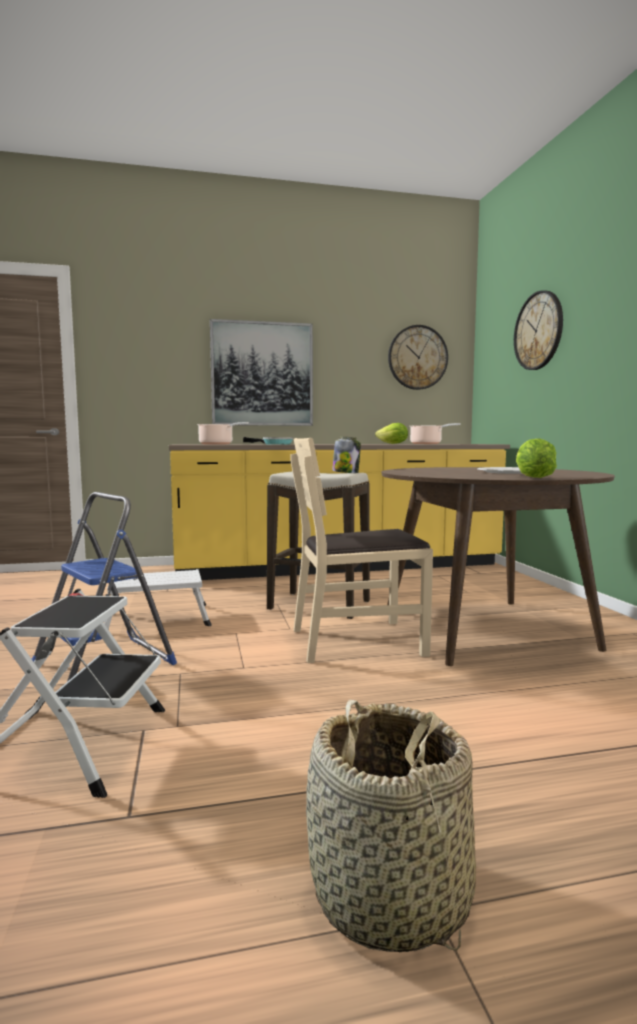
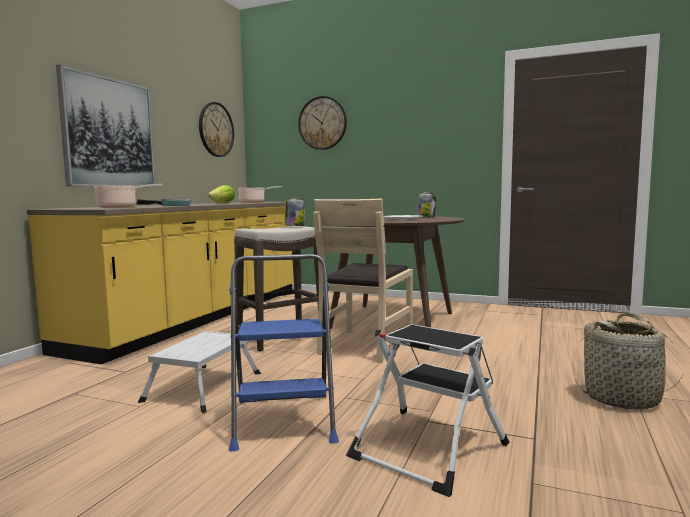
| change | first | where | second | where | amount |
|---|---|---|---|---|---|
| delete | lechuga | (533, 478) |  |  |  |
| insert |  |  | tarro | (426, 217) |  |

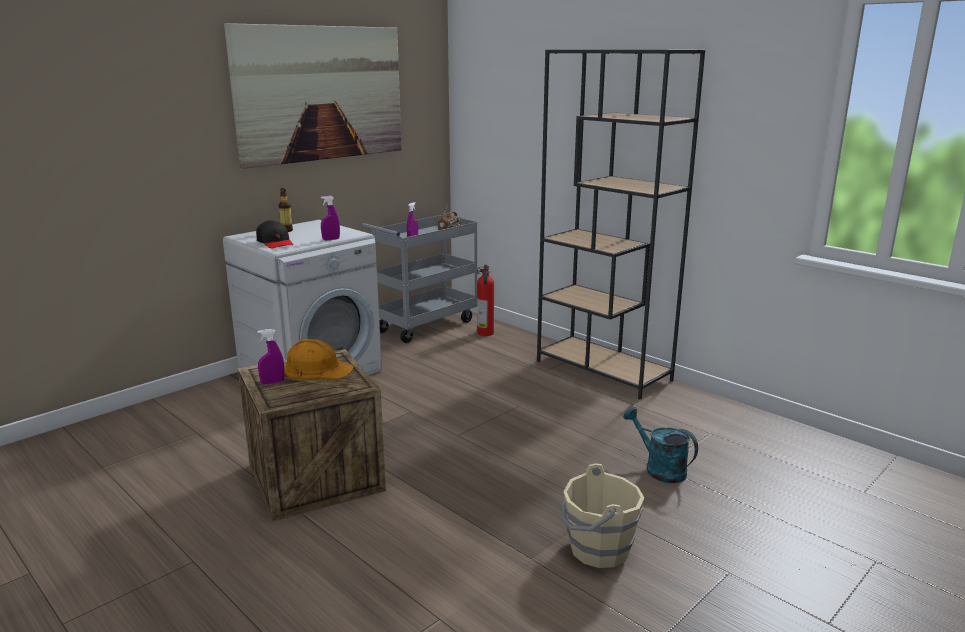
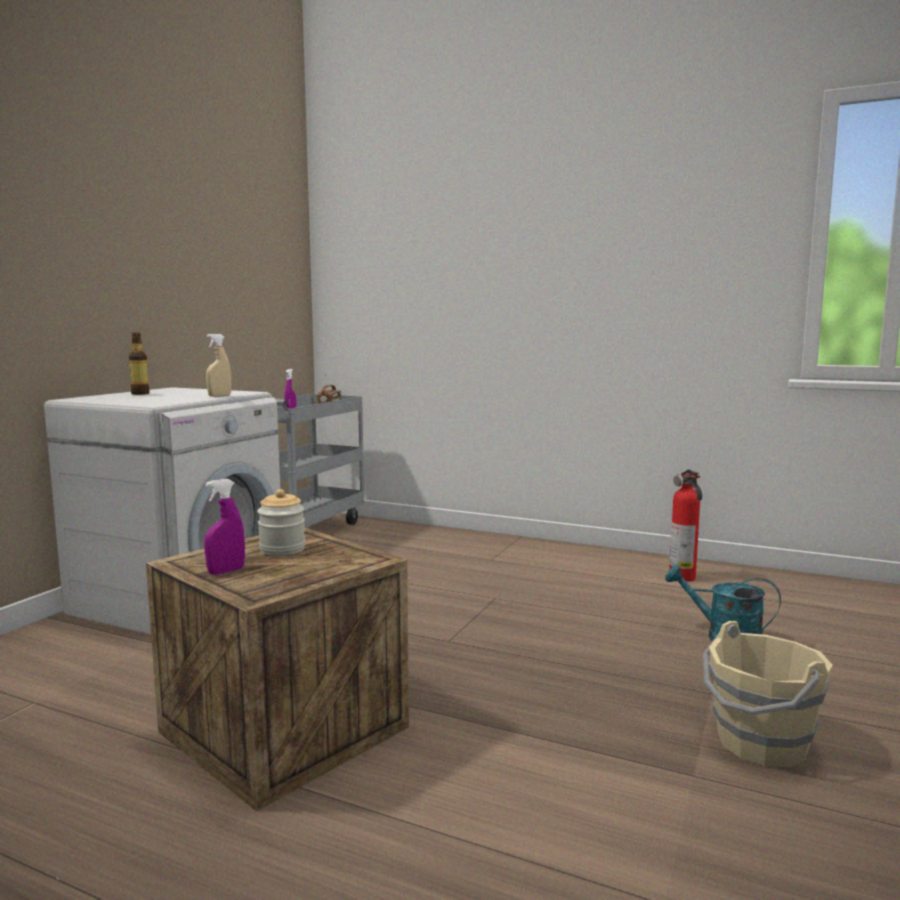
| change | first | where | second | where | amount |
|---|---|---|---|---|---|
| delete | cuadro | (320, 93) |  |  |  |
| delete | gorra (negro) | (275, 242) |  |  |  |
| delete | estantería | (604, 370) |  |  |  |
| move | extintor | (485, 333) |  | (683, 577) |  |
| replace | casco (naranja) | (317, 369) | tarro | (282, 549) |  |
| recolor | pulverizador (morado) | (331, 239) | pulverizador (beis) | (219, 396) |  |

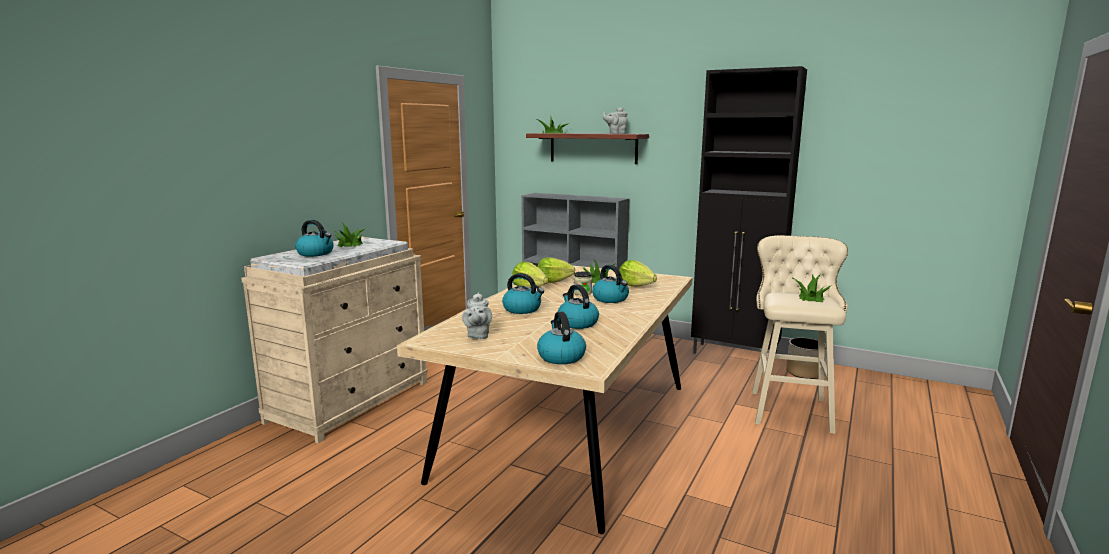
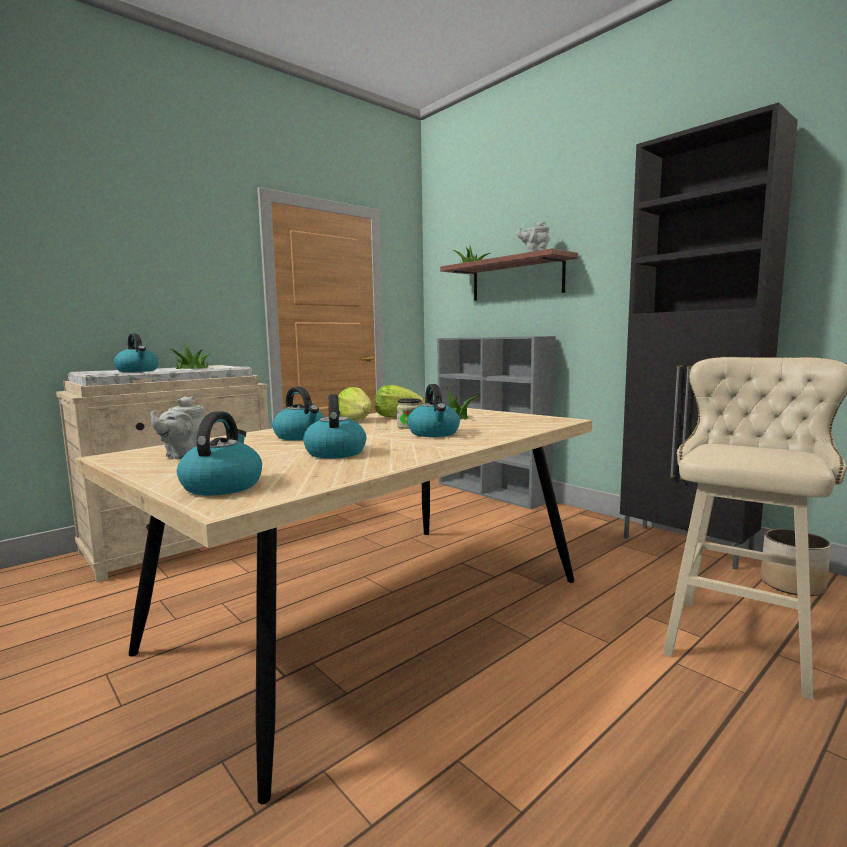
| change | first | where | second | where | amount |
|---|---|---|---|---|---|
| delete | lechuga | (636, 285) |  |  |  |
| delete | planta en maceta | (811, 298) |  |  |  |

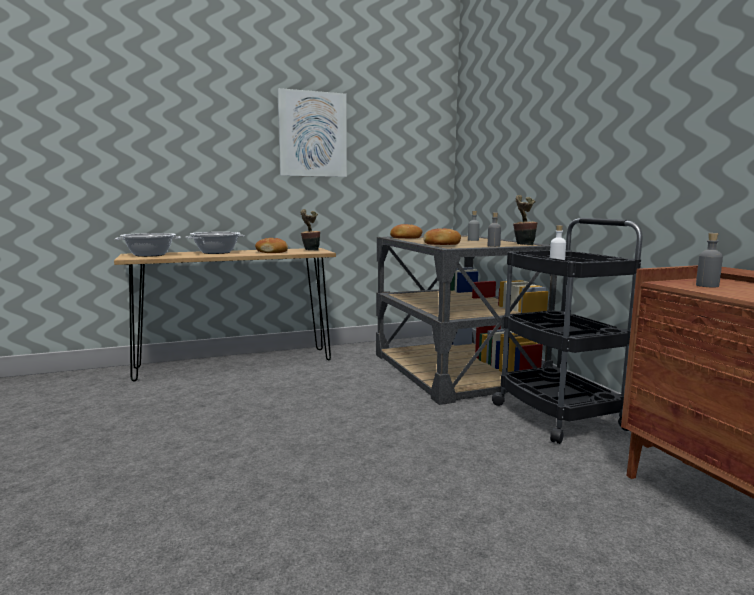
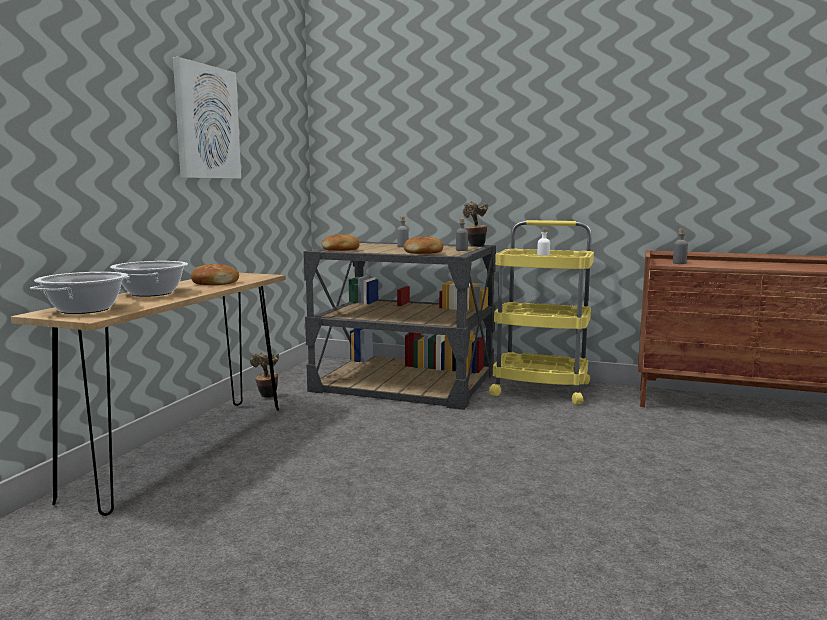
| change | first | where | second | where | amount |
|---|---|---|---|---|---|
| move | planta en maceta | (310, 250) |  | (267, 397) |  |
| recolor | carrito (negro) | (556, 416) | carrito (amarillo) | (540, 389) |  |

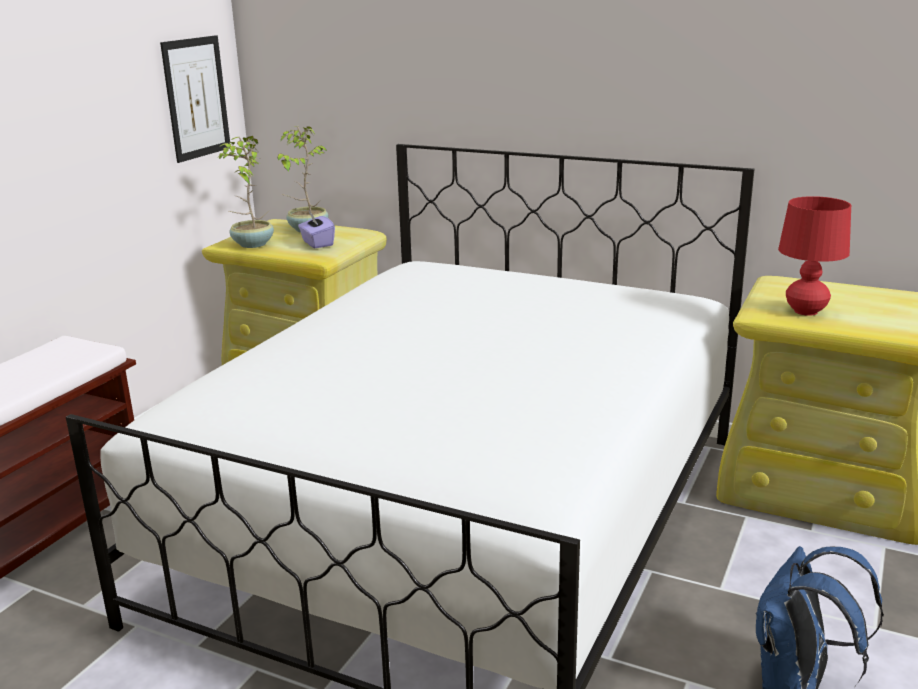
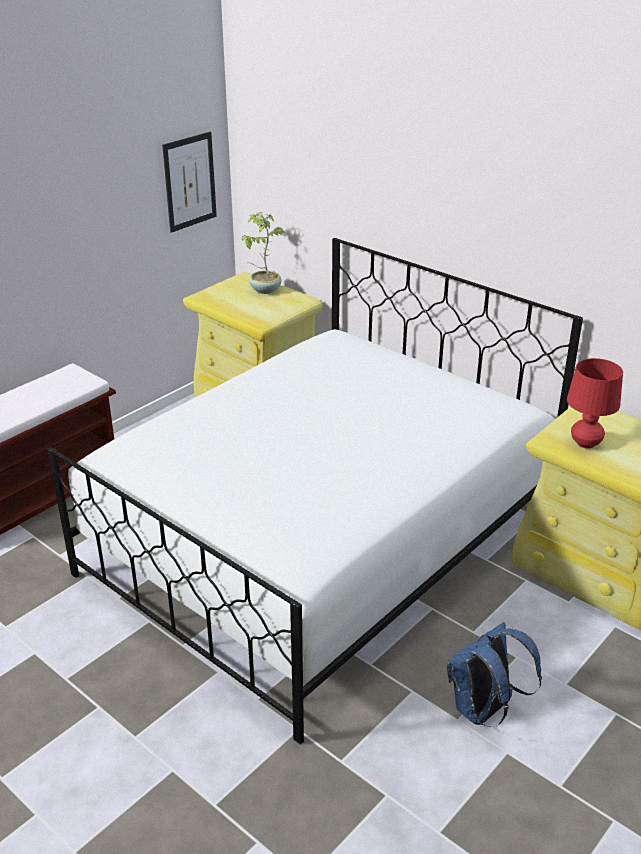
| change | first | where | second | where | amount |
|---|---|---|---|---|---|
| delete | planta en maceta | (252, 244) |  |  |  |
| delete | caja de pañuelos (morado) | (317, 243) |  |  |  |

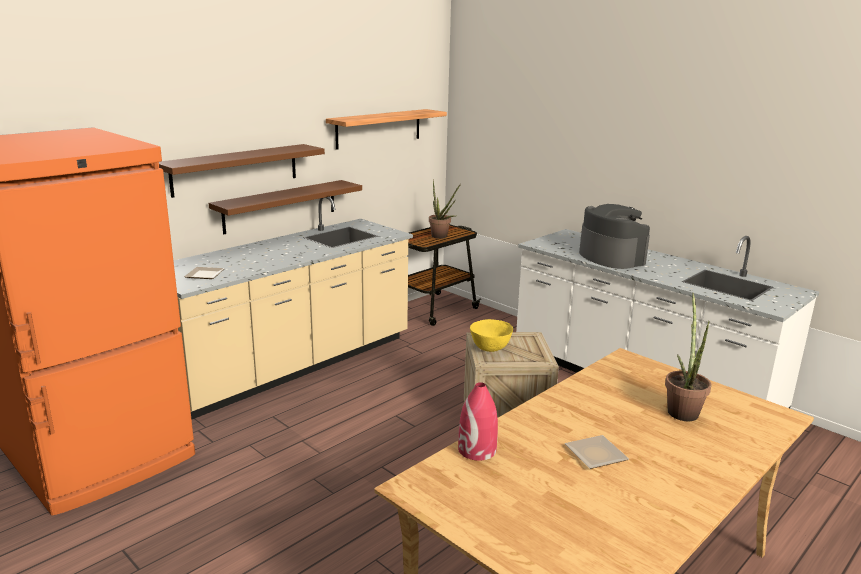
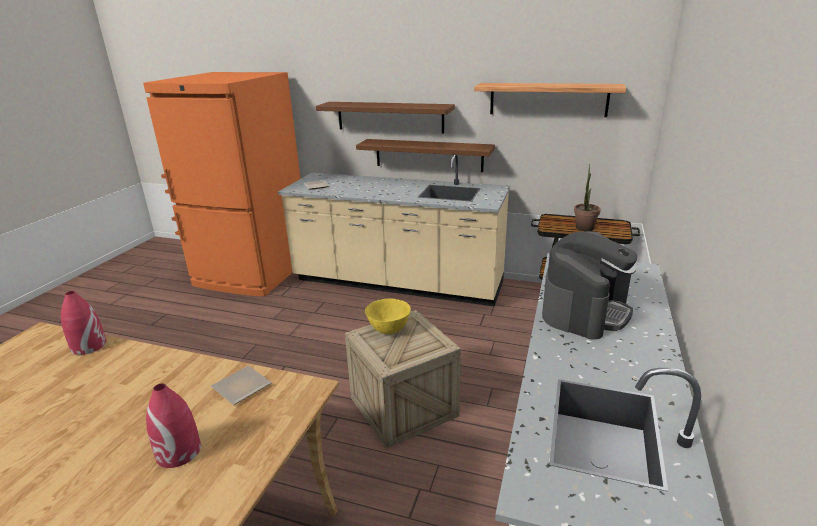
| change | first | where | second | where | amount |
|---|---|---|---|---|---|
| move | plato | (593, 454) |  | (242, 386) |  |
| replace | planta en maceta | (682, 410) | florero (rojo) | (179, 452) |  |

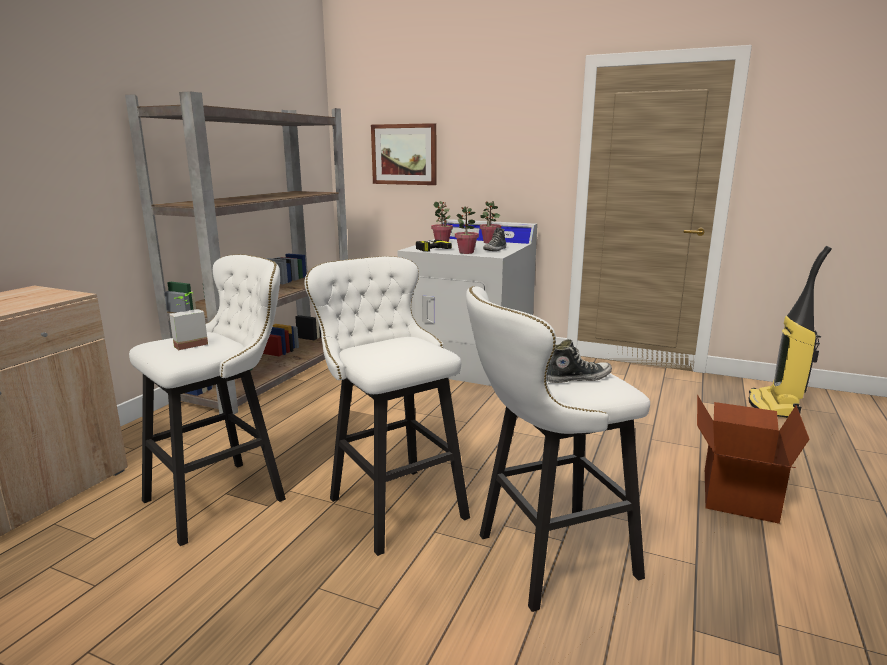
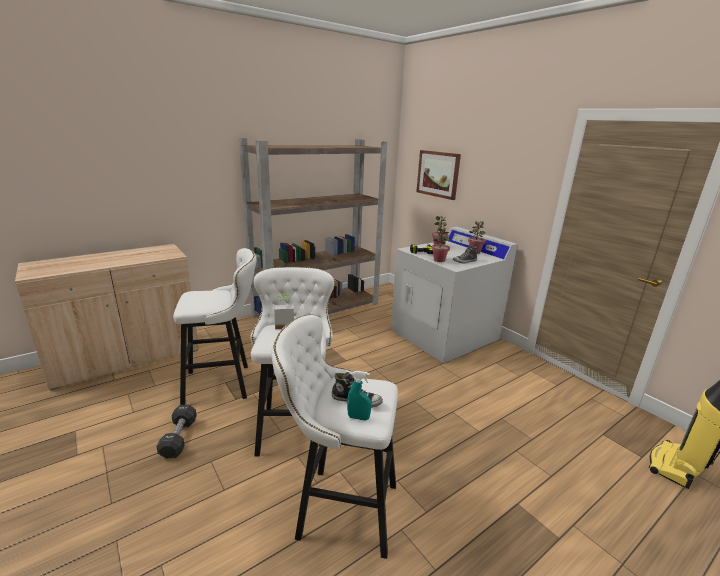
| change | first | where | second | where | amount |
|---|---|---|---|---|---|
| delete | caja de cartón | (736, 494) |  |  |  |
| insert |  |  | mancuerna (negro) | (179, 438) |  |
| insert |  |  | pulverizador (turquesa) | (358, 417) |  |
| move | planta en maceta | (189, 344) |  | (284, 325) |  |

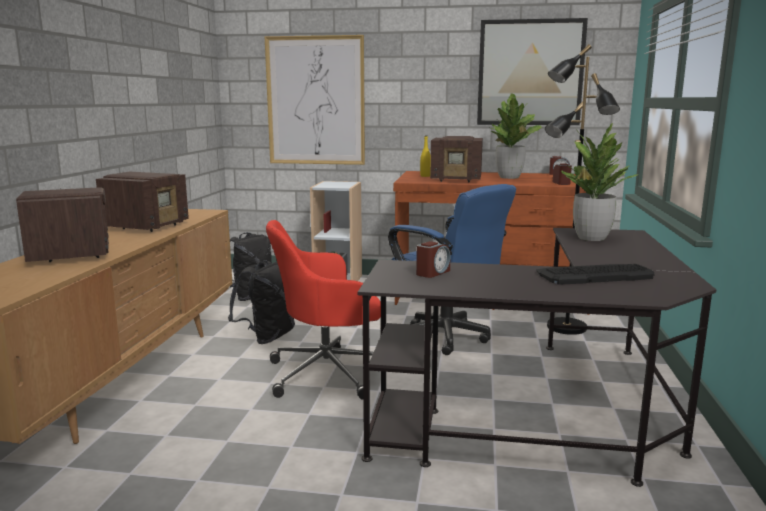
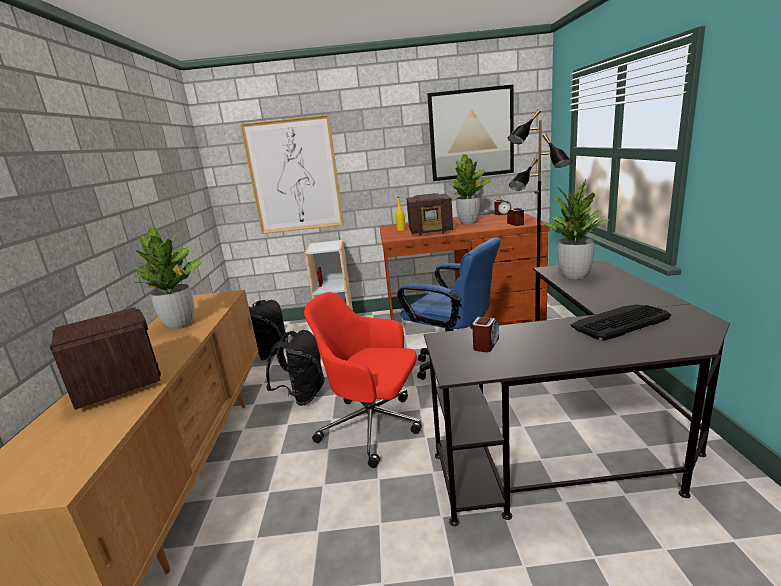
| change | first | where | second | where | amount |
|---|---|---|---|---|---|
| replace | radio | (148, 226) | planta en maceta | (180, 325) |  |
| rotate | silla de oficina (rojo) | (328, 373) |  | (373, 427) | 45 degrees clockwise |

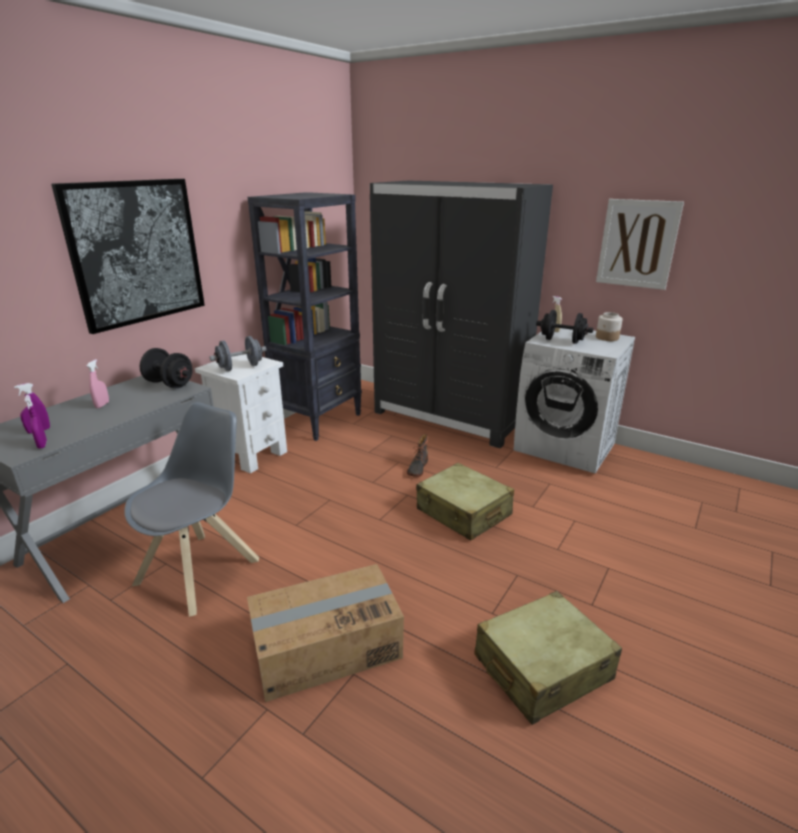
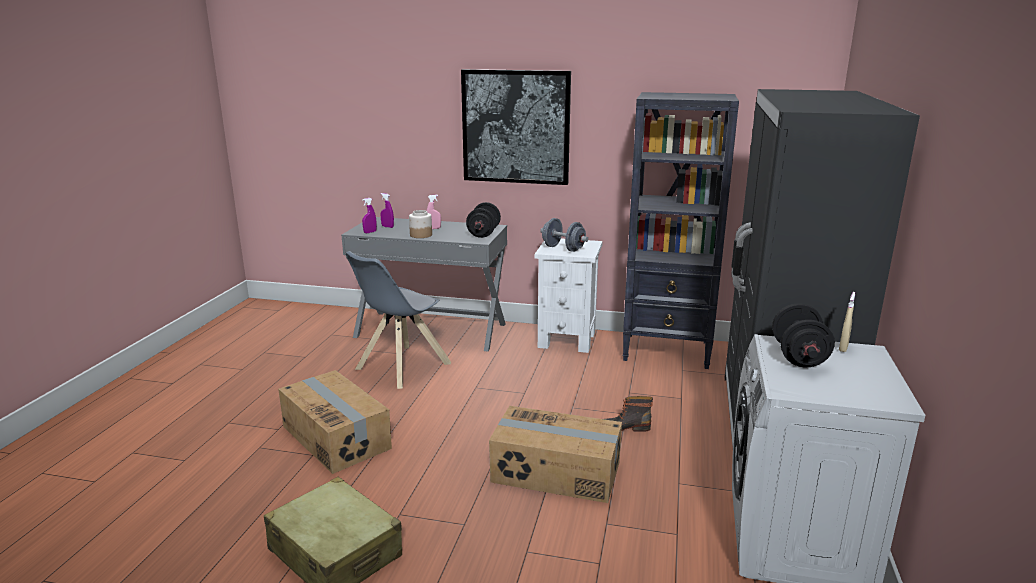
| change | first | where | second | where | amount |
|---|---|---|---|---|---|
| delete | cuadro | (637, 244) |  |  |  |
| move | tarro | (607, 338) |  | (420, 235) |  |
| replace | maleta (beis) | (463, 512) | caja de cartón | (556, 473) |  |
| rotate | silla (gris) | (201, 570) |  | (401, 367) | 120 degrees clockwise |

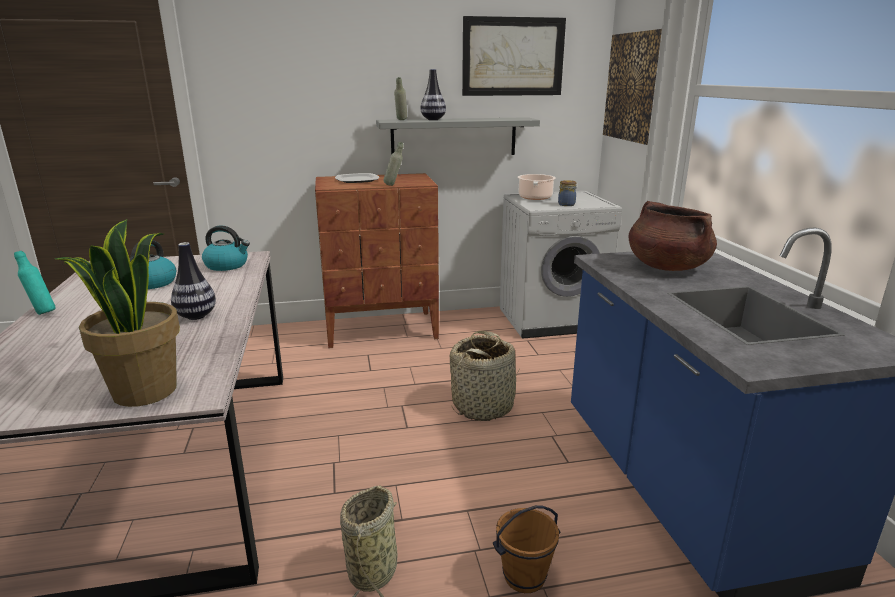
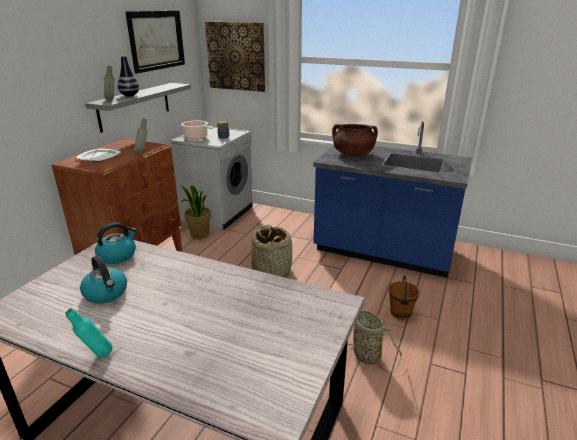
| change | first | where | second | where | amount |
|---|---|---|---|---|---|
| delete | florero | (196, 316) |  |  |  |
| move | planta en maceta | (144, 391) |  | (199, 234) |  |

